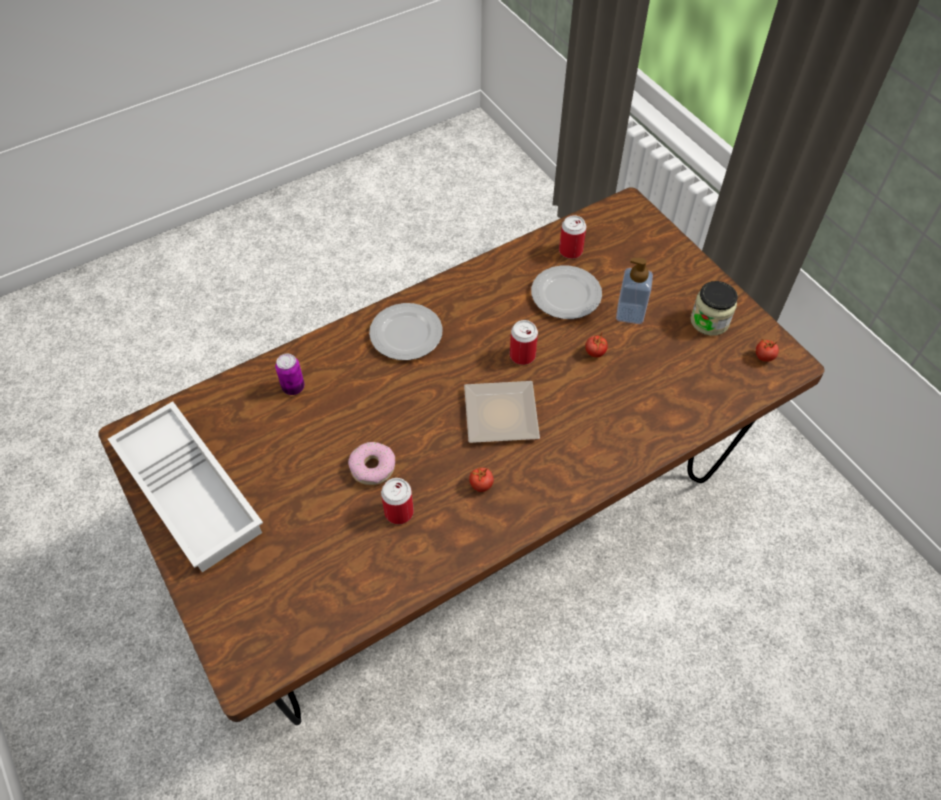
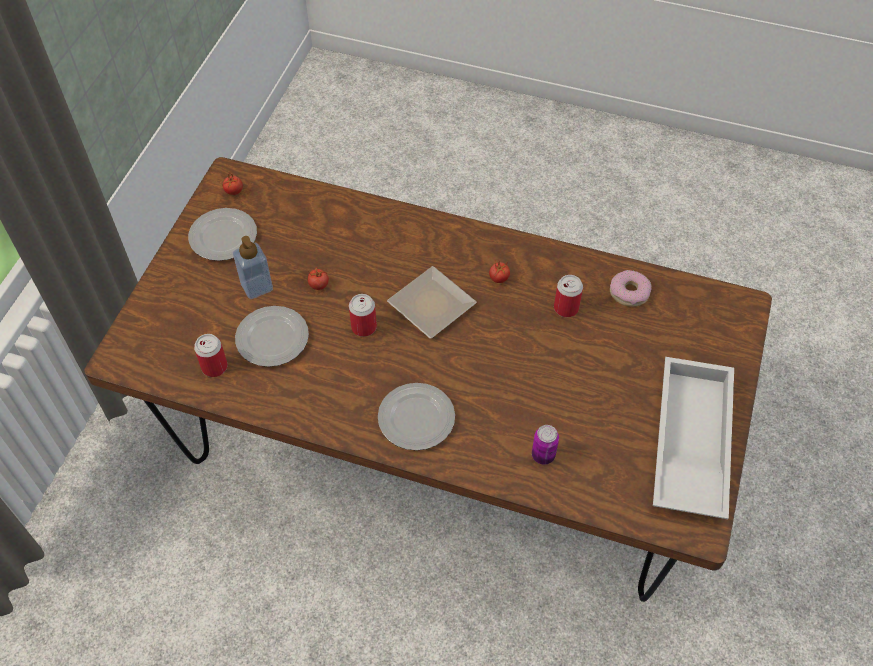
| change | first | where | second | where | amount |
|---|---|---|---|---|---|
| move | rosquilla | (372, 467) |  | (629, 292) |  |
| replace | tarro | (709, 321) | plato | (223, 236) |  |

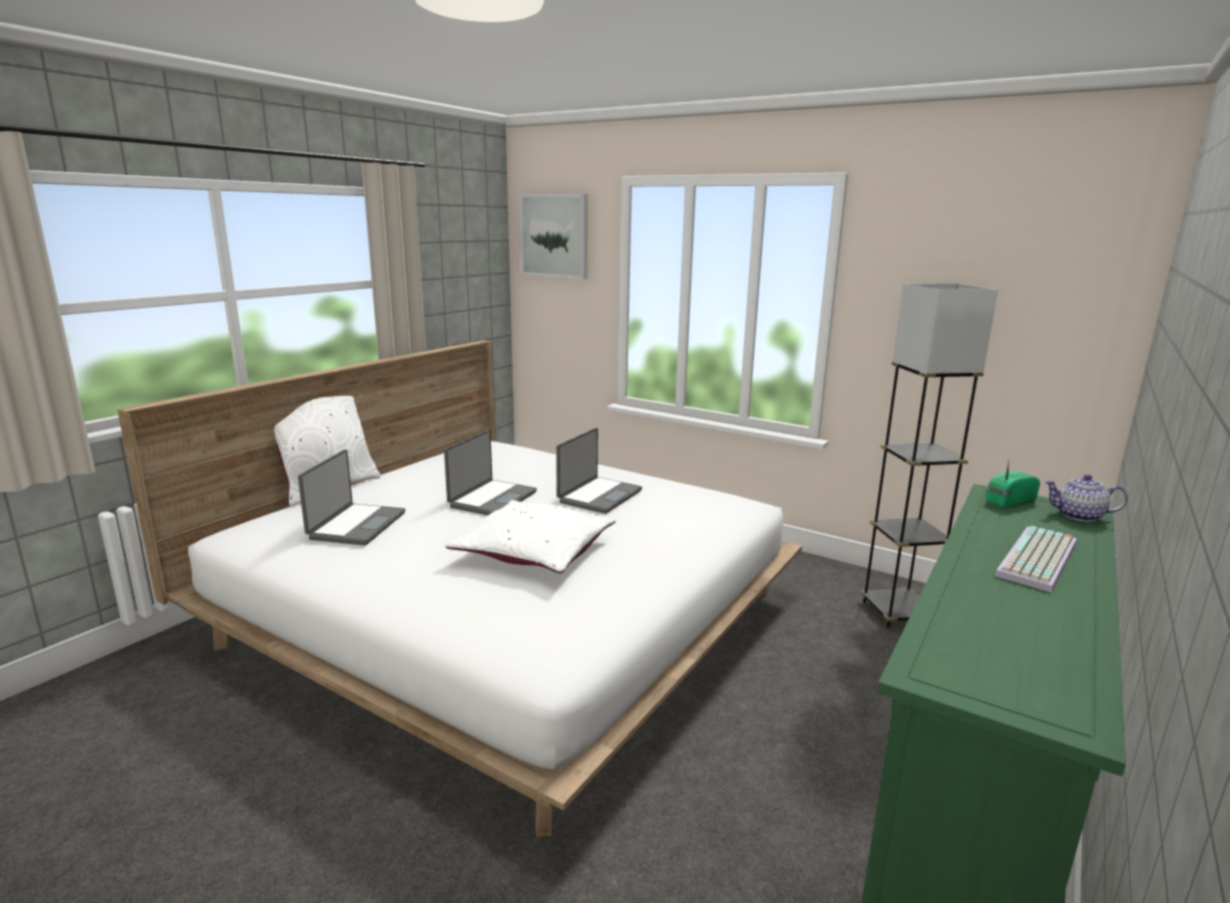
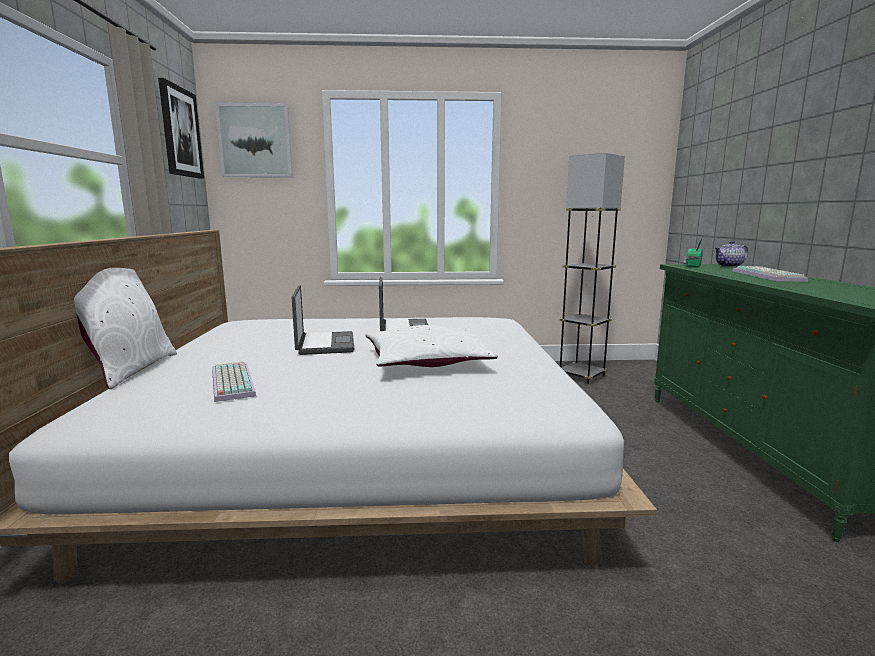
| change | first | where | second | where | amount |
|---|---|---|---|---|---|
| insert |  |  | cuadro | (180, 132) |  |
| replace | portátil | (356, 525) | teclado | (230, 382) |  |

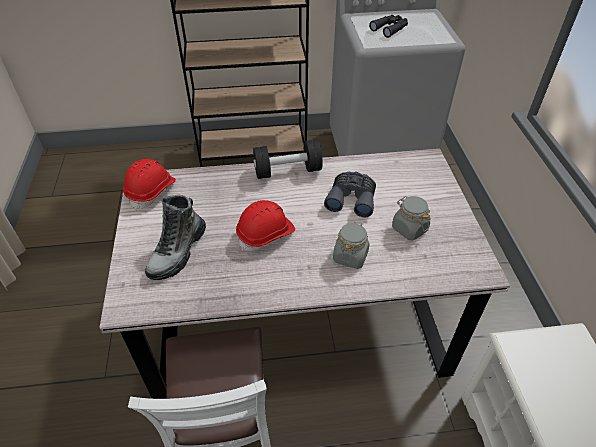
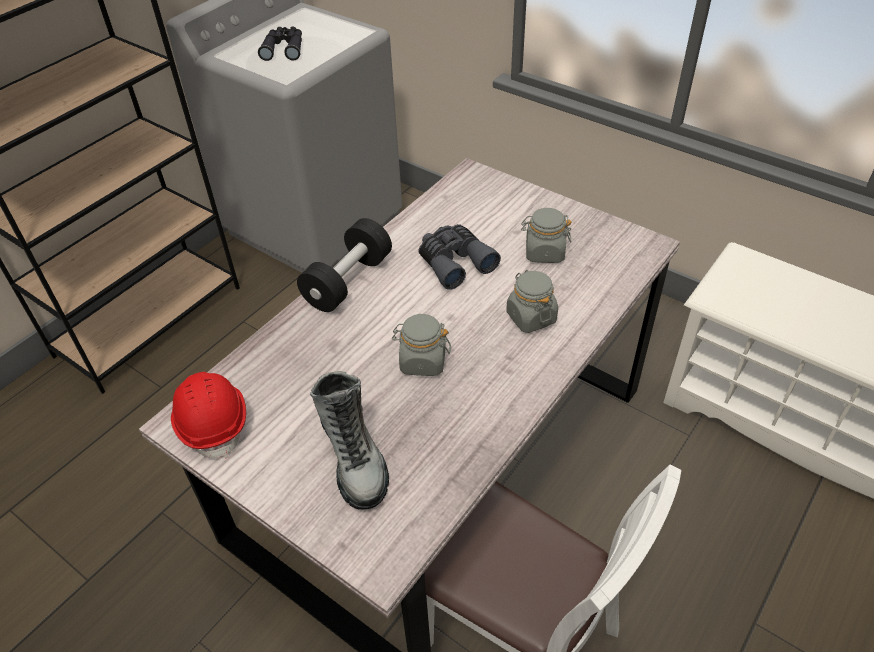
| change | first | where | second | where | amount |
|---|---|---|---|---|---|
| replace | casco (rojo) | (266, 234) | tarro (gris) | (422, 361) |  |

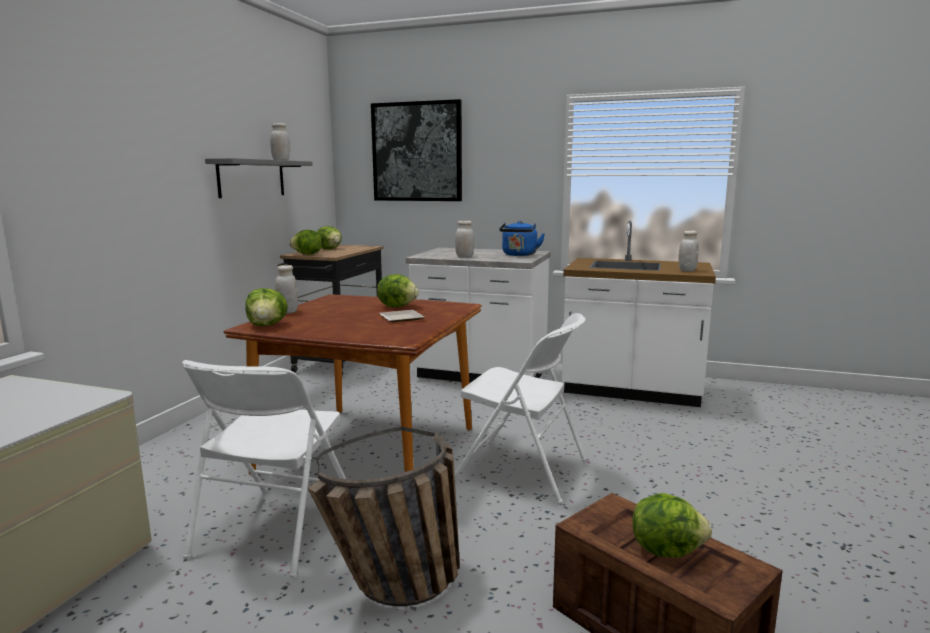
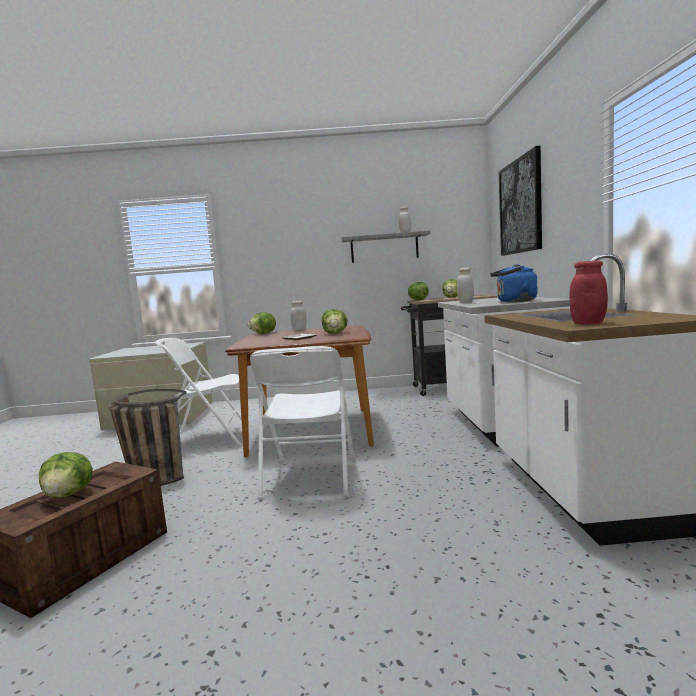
| change | first | where | second | where | amount |
|---|---|---|---|---|---|
| recolor | tarro (blanco) | (687, 270) | tarro (rojo) | (588, 323) |  |

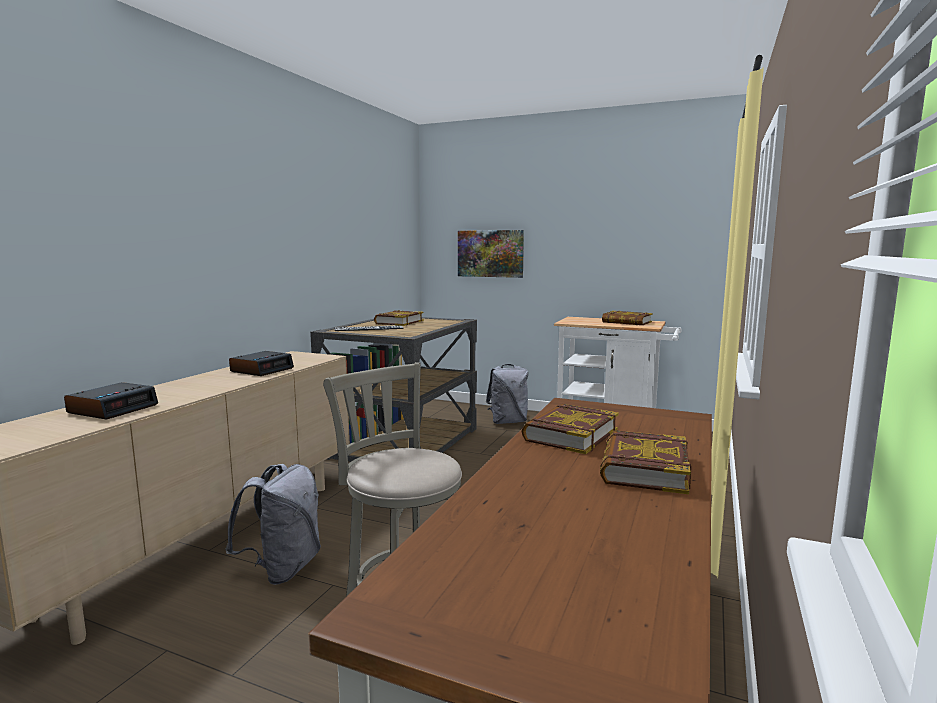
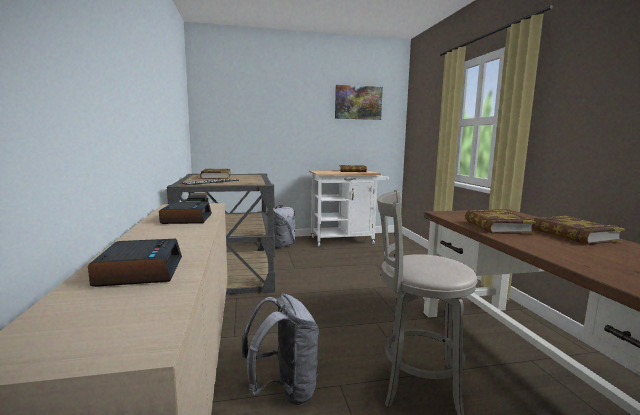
| change | first | where | second | where | amount |
|---|---|---|---|---|---|
| move | cuadro | (490, 253) |  | (358, 102) |  |

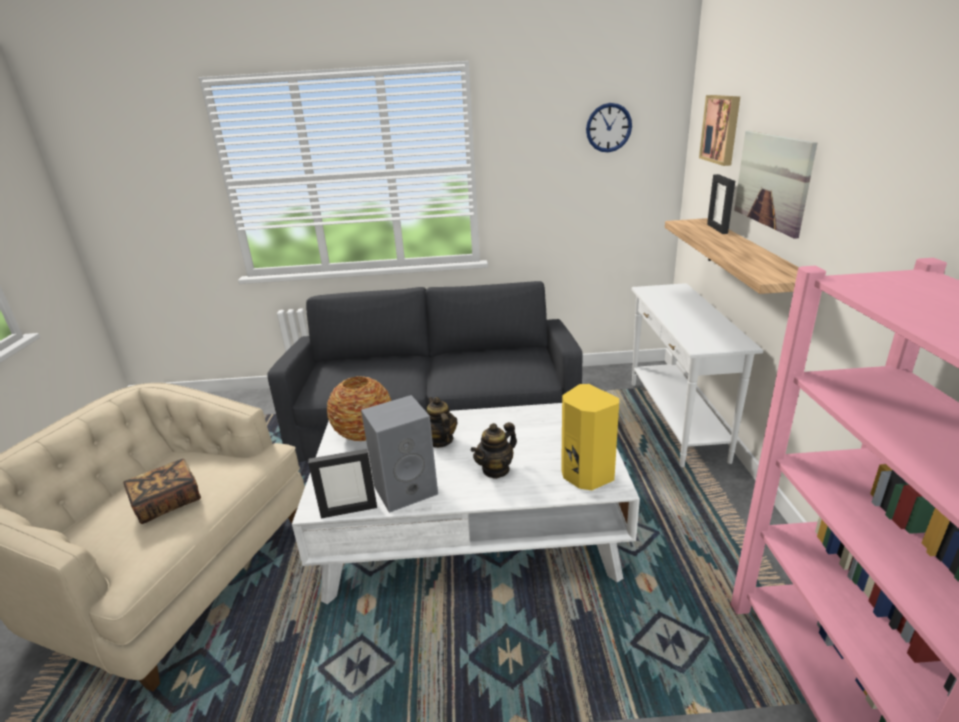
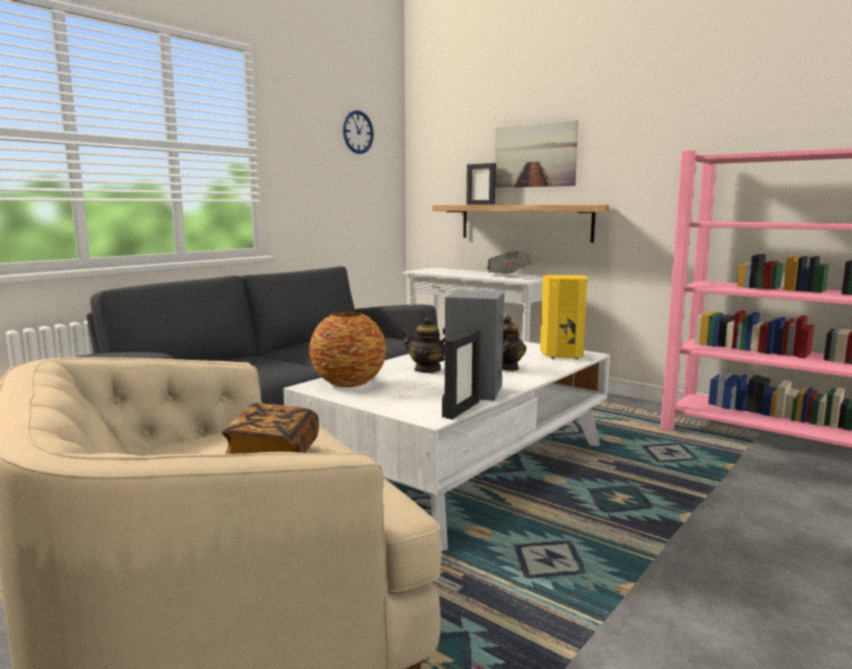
| change | first | where | second | where | amount |
|---|---|---|---|---|---|
| delete | cuadro | (722, 129) |  |  |  |
| insert |  |  | periódico | (508, 276) |  |

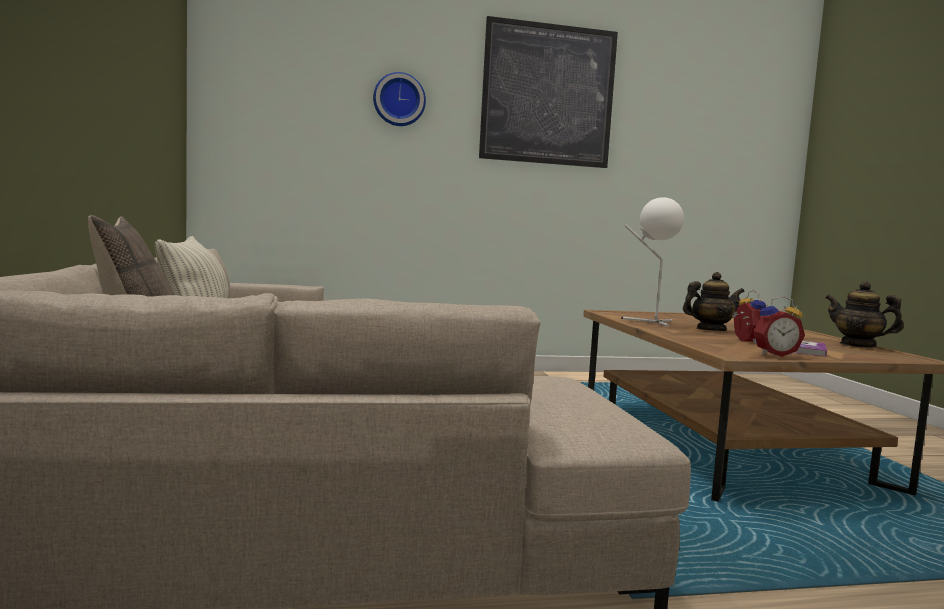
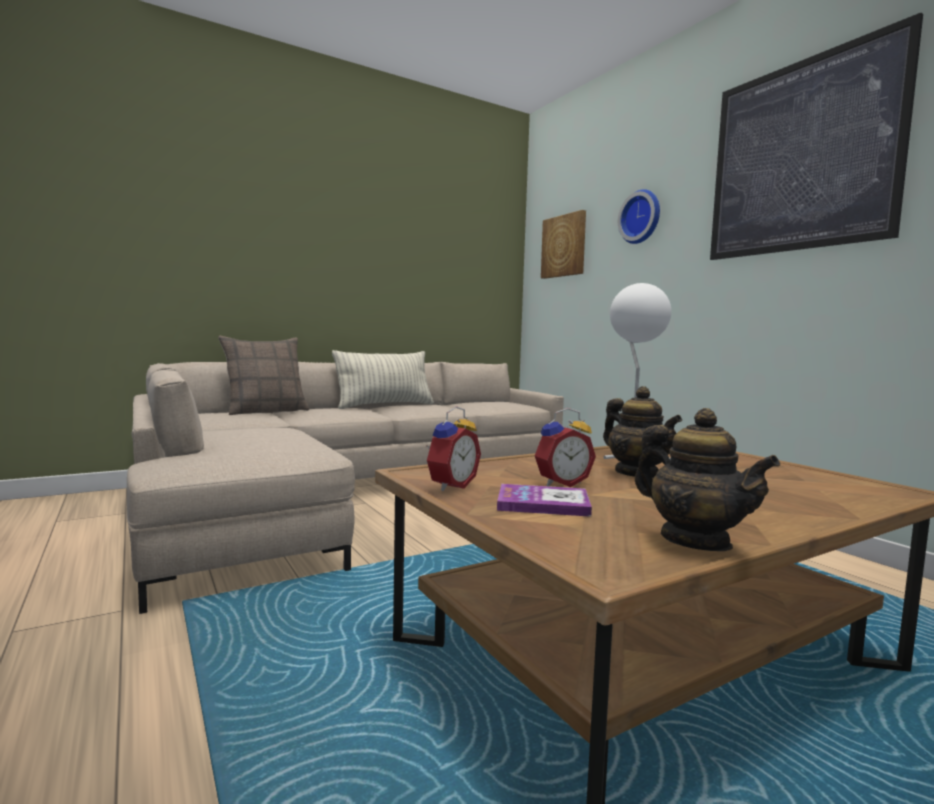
| change | first | where | second | where | amount |
|---|---|---|---|---|---|
| insert |  |  | cuadro | (564, 246) |  |
| rotate | despertador | (774, 354) |  | (450, 485) | 120 degrees counterclockwise |
| rotate | tetera | (858, 345) |  | (695, 541) | 120 degrees clockwise |

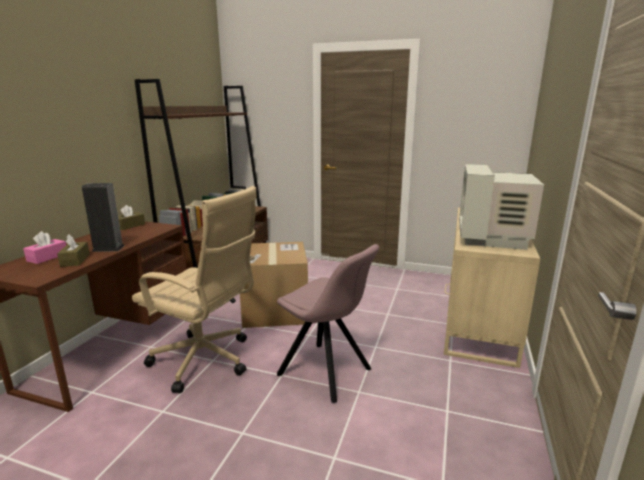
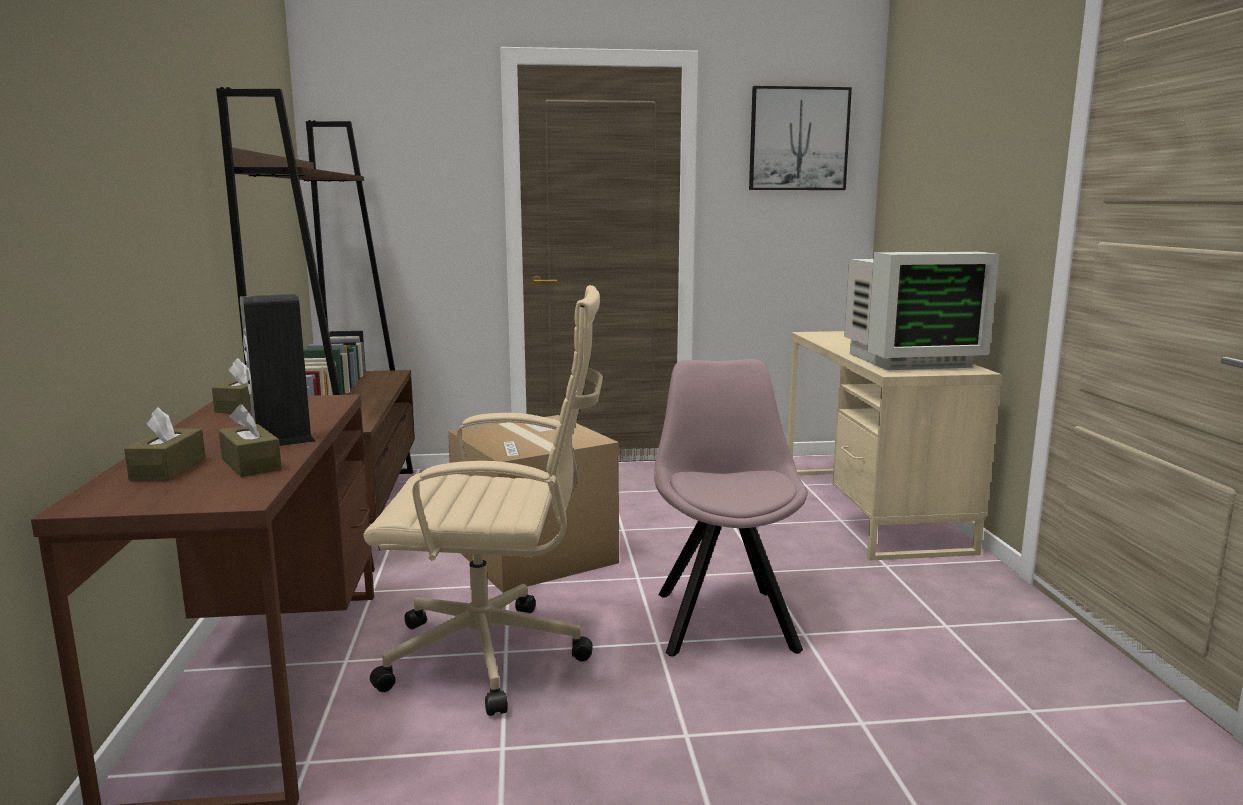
| change | first | where | second | where | amount |
|---|---|---|---|---|---|
| insert |  |  | cuadro | (798, 139) |  |
| recolor | caja de pañuelos (rosa) | (47, 257) | caja de pañuelos (marrón) | (168, 469) |  |
| rotate | silla (rosa) | (325, 371) |  | (724, 621) | 105 degrees counterclockwise |
| rotate | monitor | (493, 238) |  | (908, 360) | 90 degrees counterclockwise |

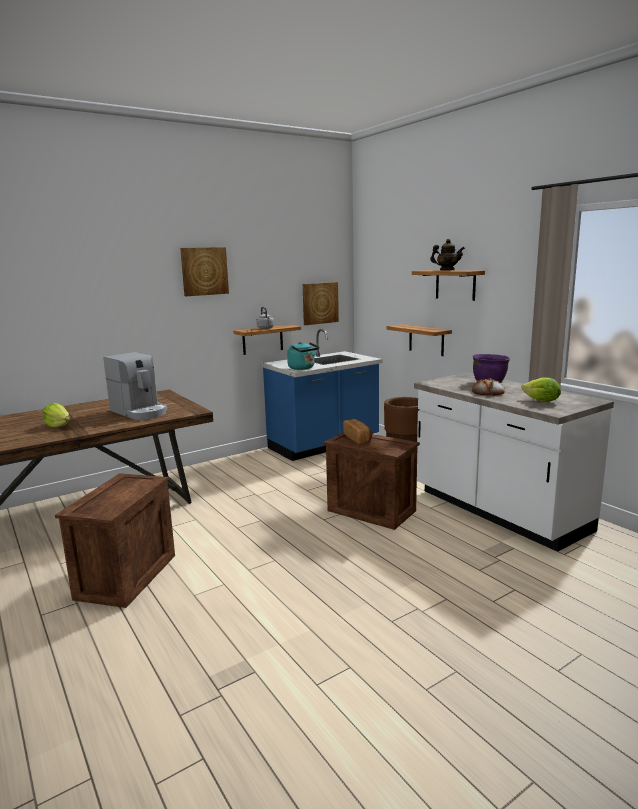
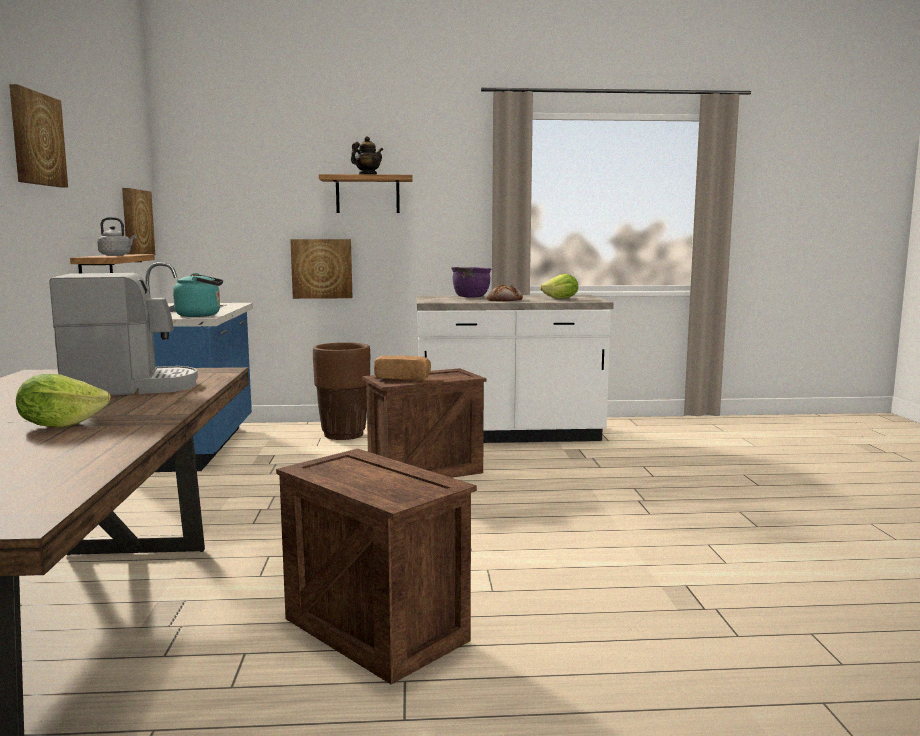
| change | first | where | second | where | amount |
|---|---|---|---|---|---|
| replace | estante | (426, 340) | cuadro | (322, 268) |  |

